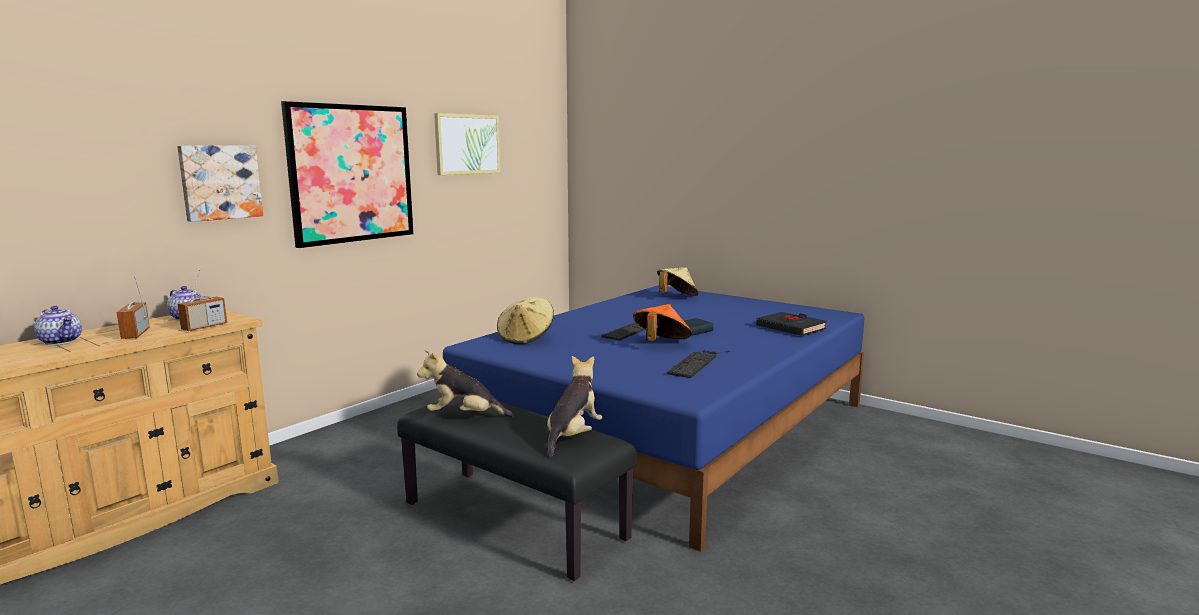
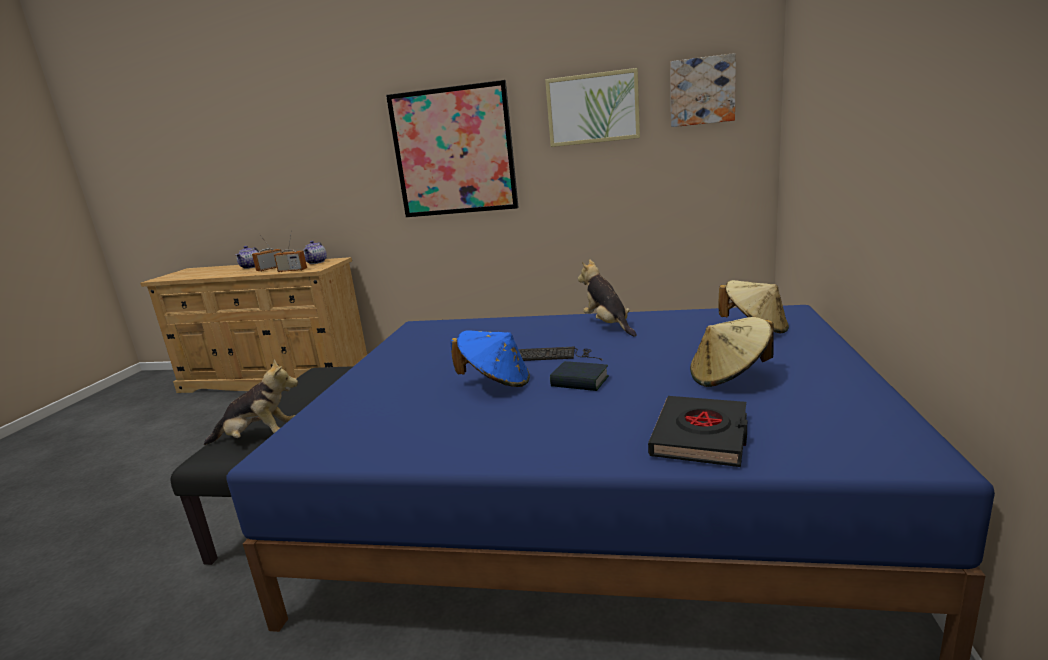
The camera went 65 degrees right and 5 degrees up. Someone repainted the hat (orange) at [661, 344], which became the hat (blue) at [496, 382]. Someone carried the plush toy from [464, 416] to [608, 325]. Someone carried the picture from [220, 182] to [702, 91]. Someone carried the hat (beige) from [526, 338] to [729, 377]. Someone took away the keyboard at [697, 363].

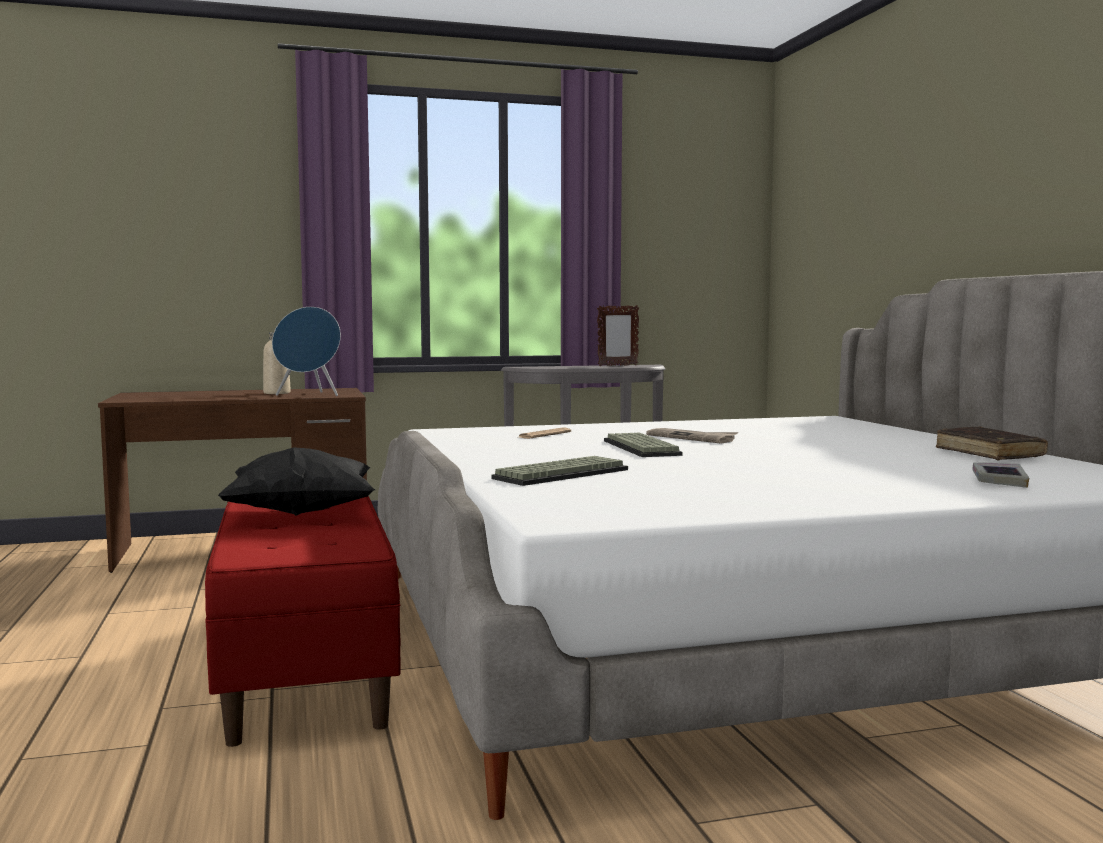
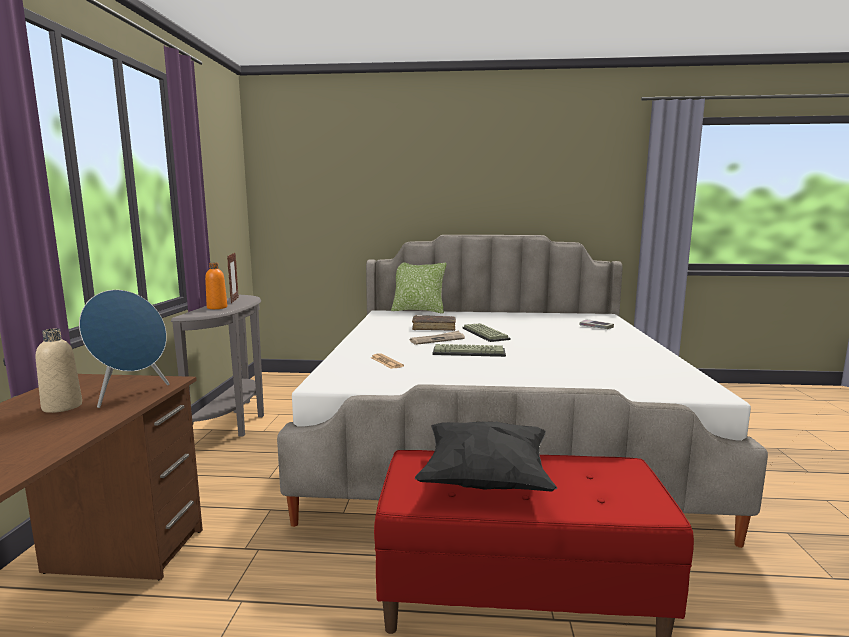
The camera went 70 degrees left and 5 degrees up. Someone put down the bottle (orange) at [217, 307]. Someone put down the pillow at [418, 311]. Someone carried the book (brown) from [989, 454] to [434, 328]. Someone carried the keyboard from [561, 473] to [483, 333].

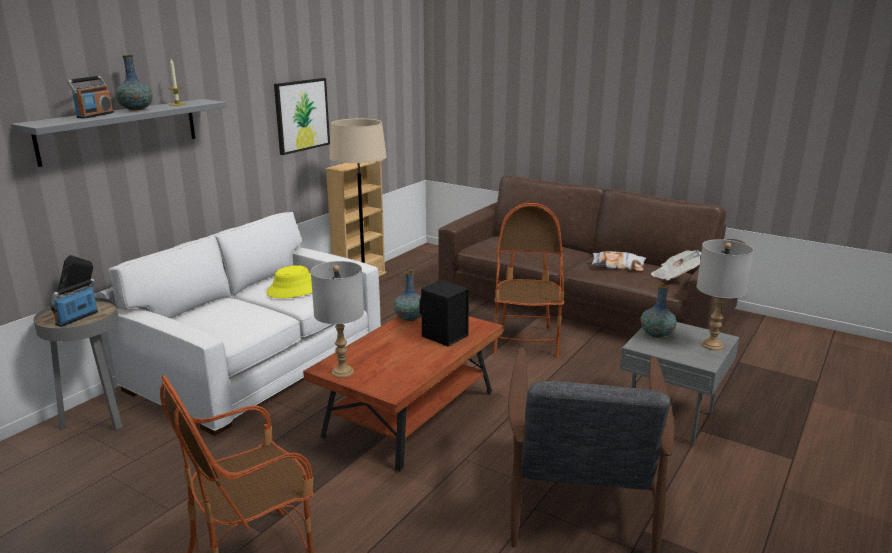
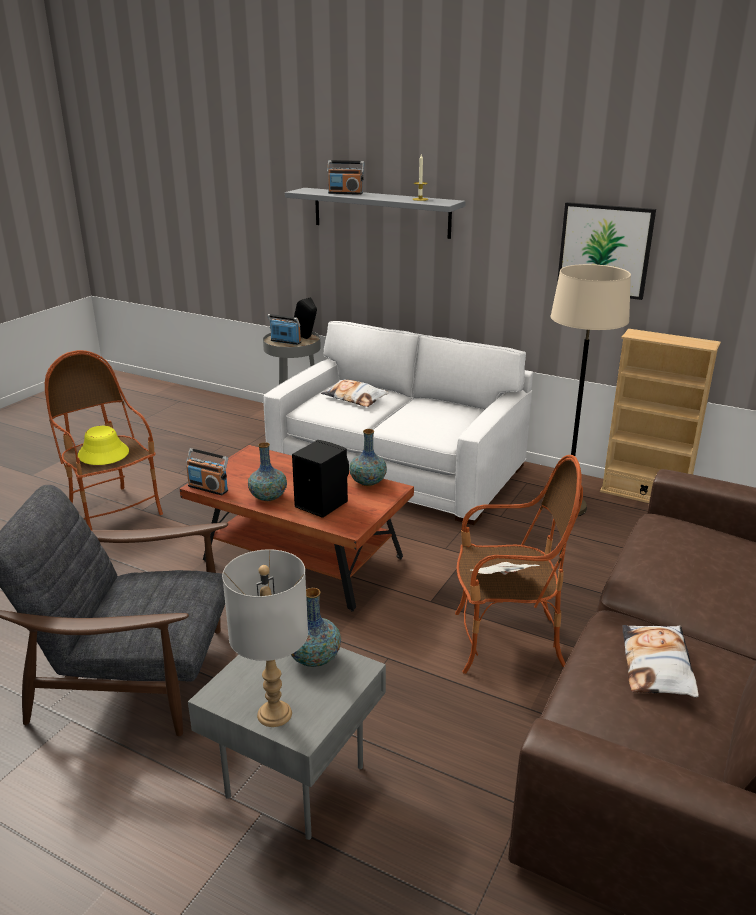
The camera went 85 degrees right and 5 degrees up. Someone carried the hat (yellow) from [293, 290] to [103, 454]. Someone put down the radio at [208, 488]. Someone carried the vase from [136, 109] to [268, 497]. Someone put down the pillow at [355, 398]. Someone carried the newspaper from [674, 276] to [502, 583]. Someone took away the table lamp (grey) at [342, 372].

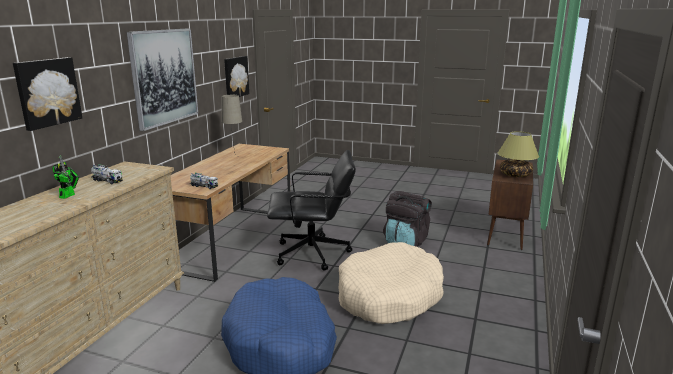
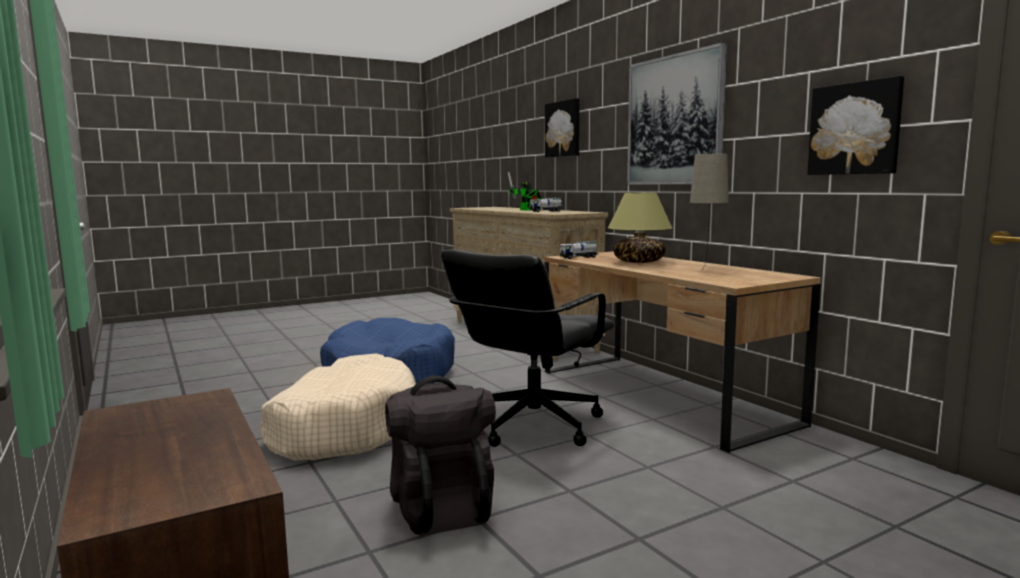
The camera went 130 degrees right and 10 degrees down. Someone carried the table lamp from [515, 175] to [639, 262].

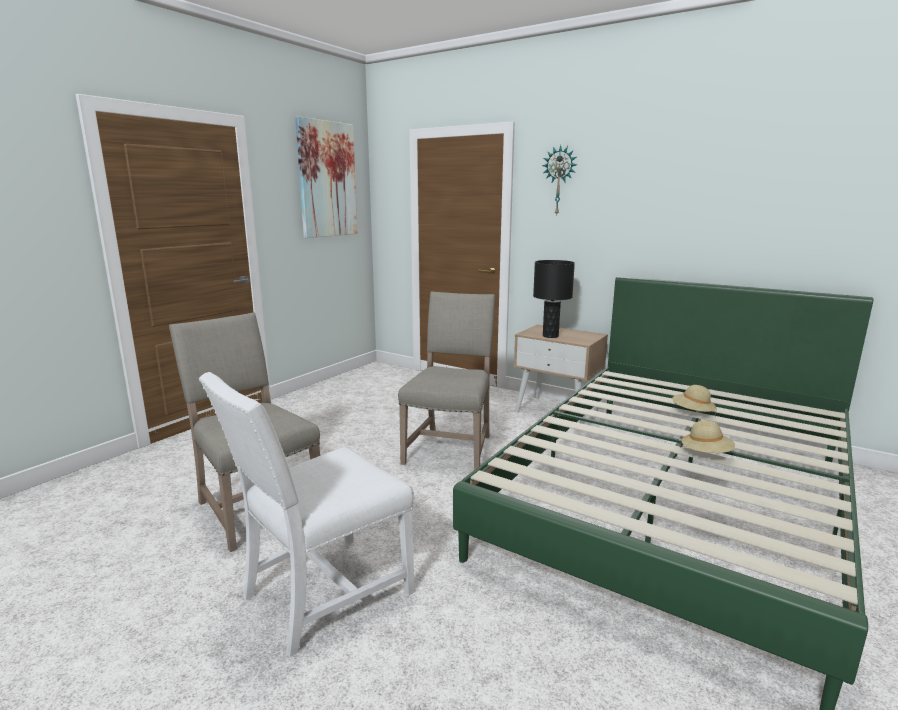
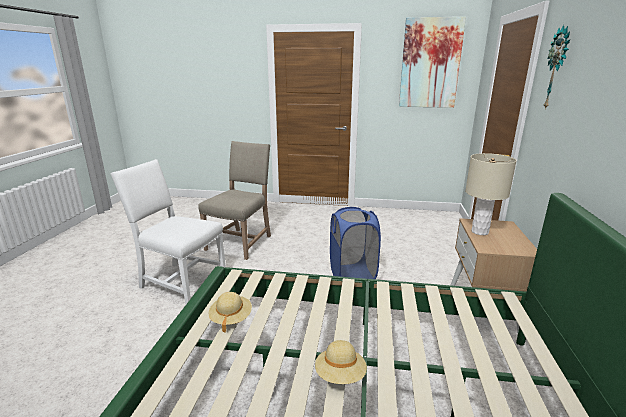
The camera went 65 degrees right and 5 degrees up. Someone carried the hat (beige) from [692, 412] to [231, 318]. Someone swapped the chair (beige) at [451, 448] for the laundry basket (blue) at [352, 276]. Someone repainted the table lamp (black) at [550, 336], which became the table lamp (beige) at [480, 232].

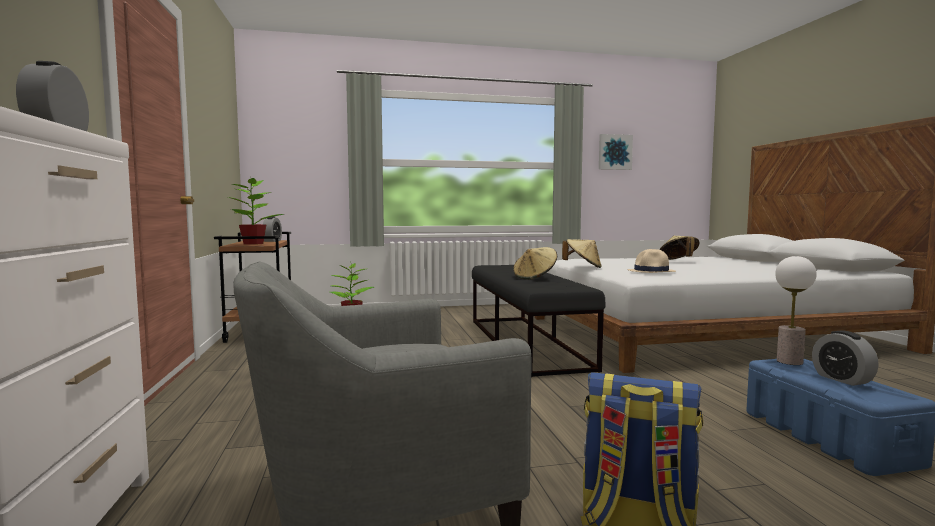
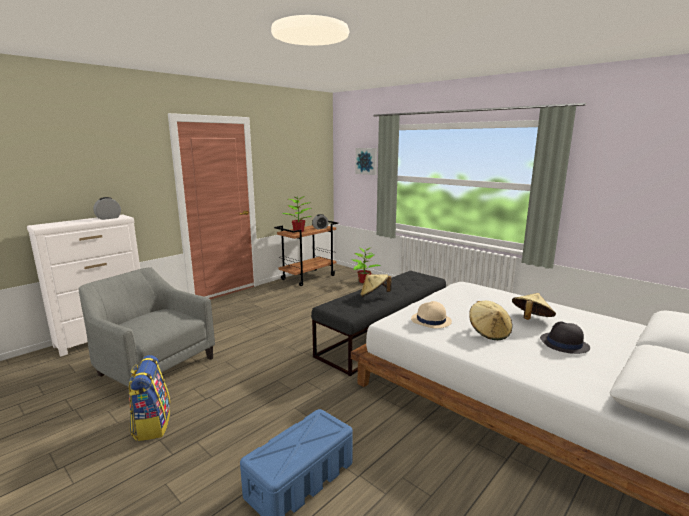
The camera went 55 degrees right and 10 degrees up. Someone carried the picture from [614, 152] to [367, 161]. Someone carried the hat (beige) from [583, 267] to [489, 332]. Someone put down the hat (black) at [563, 344]. Someone took away the table lamp at [789, 361]. Someone took away the alarm clock at [842, 379].

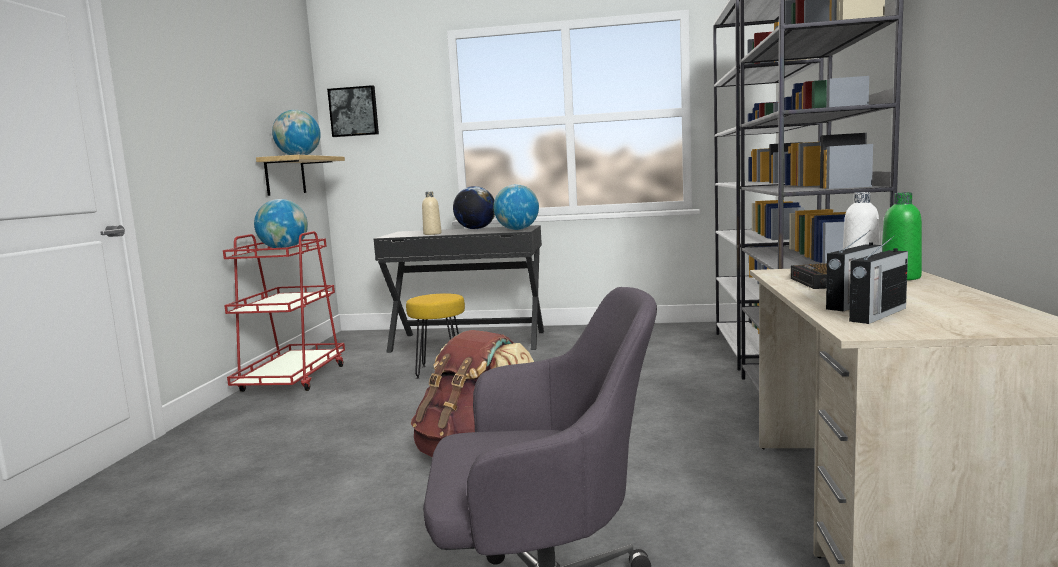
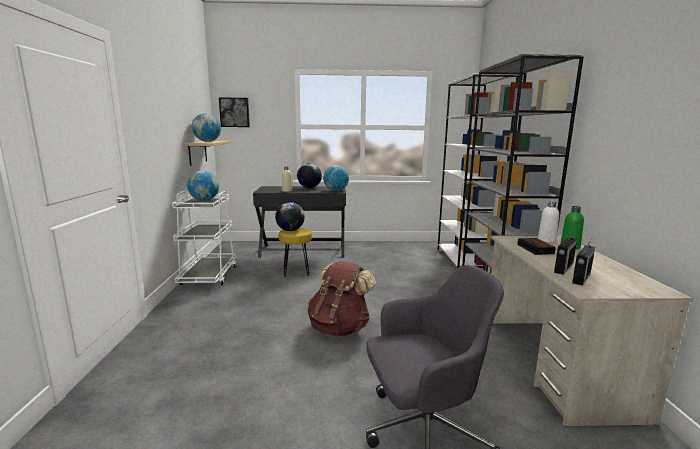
The camera went 10 degrees left and 5 degrees up. Someone repainted the cart (red) at [293, 379], which became the cart (white) at [209, 276]. Someone put down the globe at [290, 230].

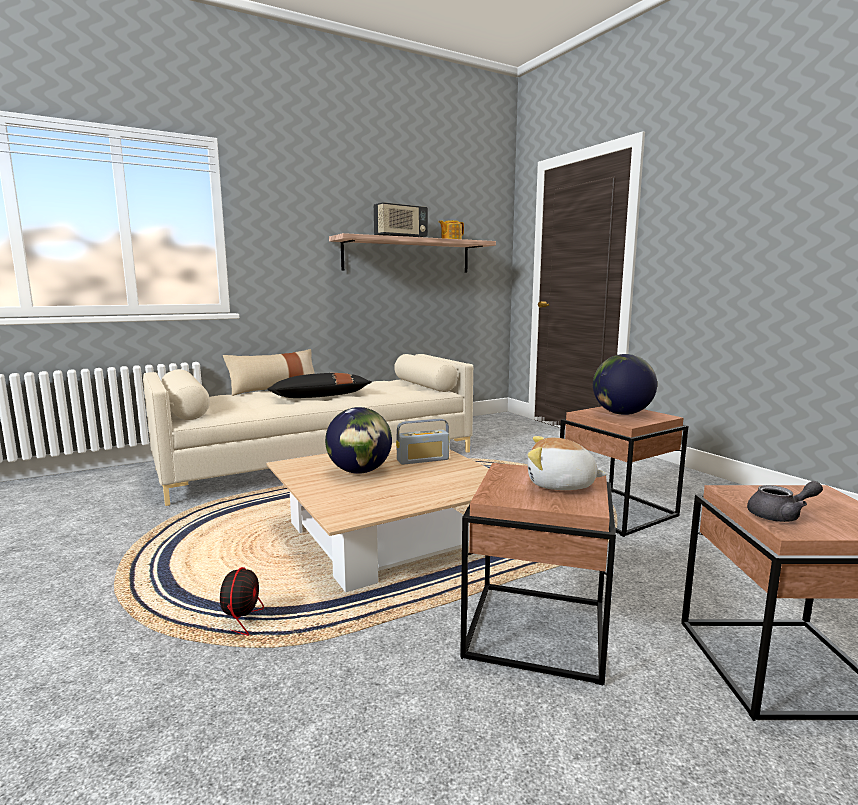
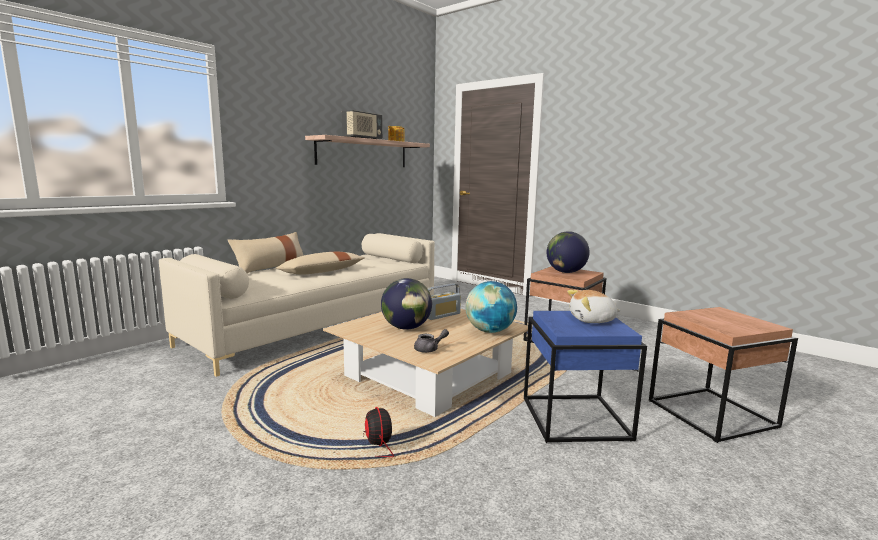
The camera went 20 degrees left and 0 degrees up. Someone repainted the pillow (black) at [320, 397], which became the pillow (beige) at [322, 272]. Someone carried the teapot (grey) from [781, 516] to [430, 349]. Someone put down the globe at [490, 331]. Someone repainted the side table (brown) at [537, 631], which became the side table (blue) at [576, 419].

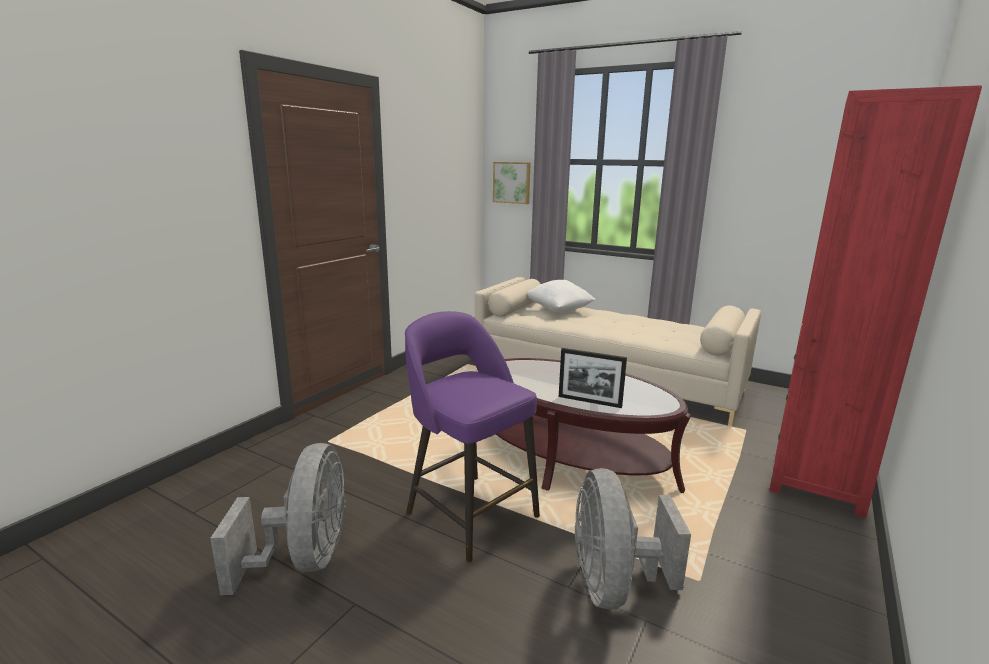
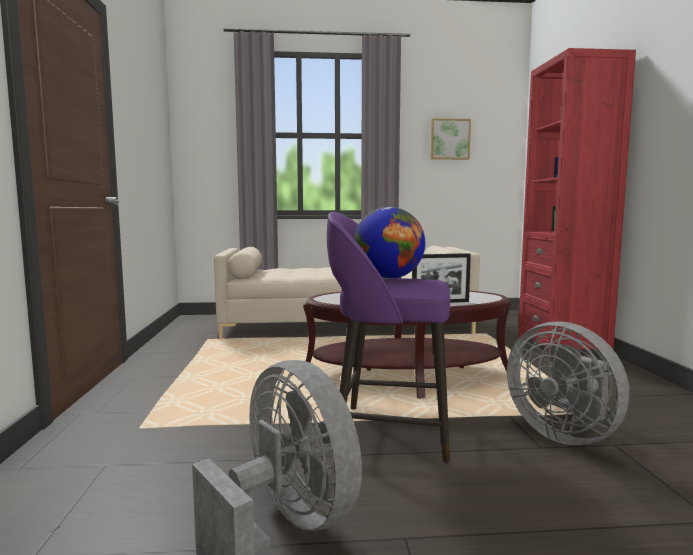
The camera went 35 degrees left and 10 degrees down. Someone put down the globe at [388, 278]. Someone carried the picture from [512, 182] to [449, 139]. Someone took away the pillow (white) at [558, 310].

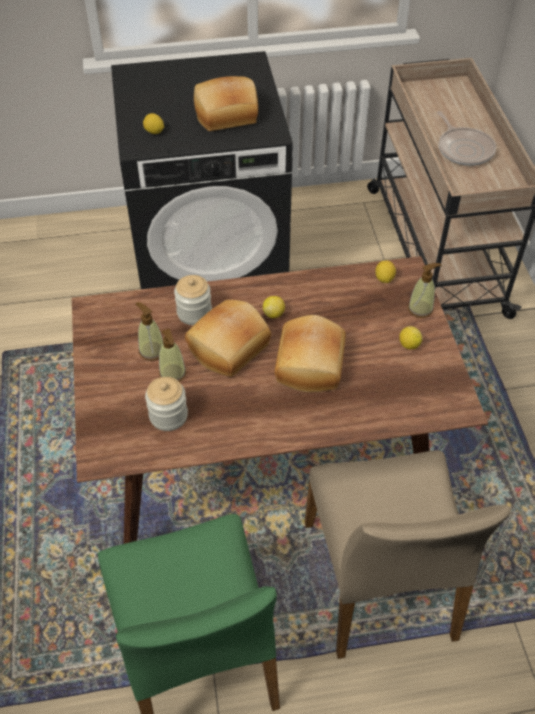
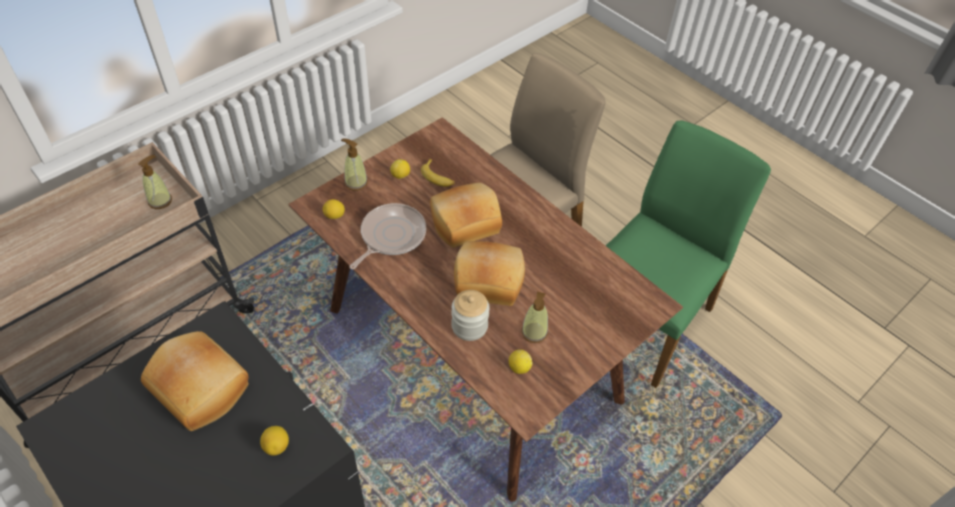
The camera went 125 degrees left and 0 degrees up. Someone carried the soap dispenser from [173, 373] to [160, 201]. Someone carried the frying pan from [464, 149] to [390, 236]. Someone put down the banana at [438, 177]. Someone carried the lemon from [273, 314] to [519, 367]. Someone took away the jar at [168, 416].

